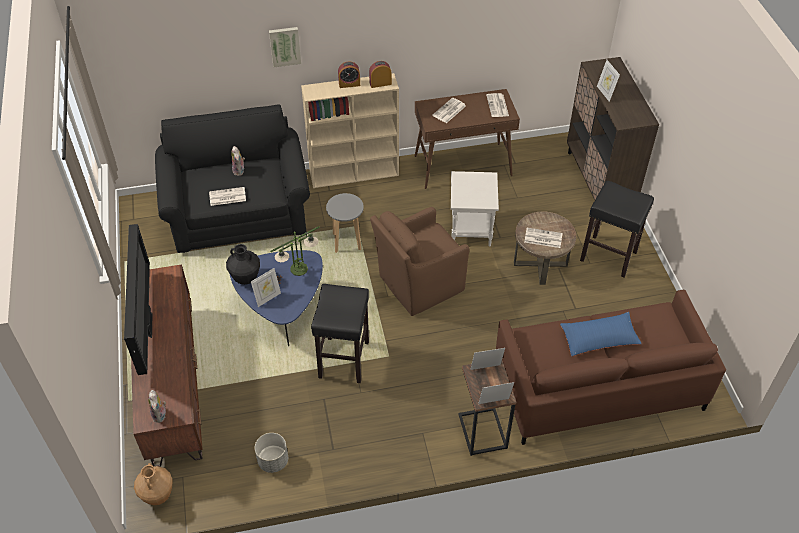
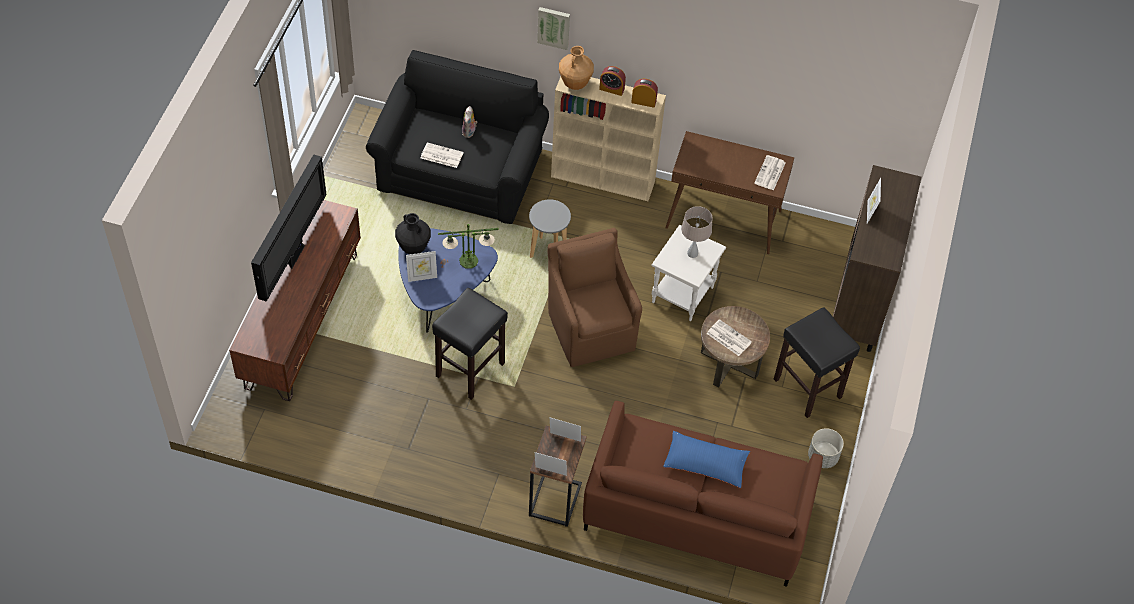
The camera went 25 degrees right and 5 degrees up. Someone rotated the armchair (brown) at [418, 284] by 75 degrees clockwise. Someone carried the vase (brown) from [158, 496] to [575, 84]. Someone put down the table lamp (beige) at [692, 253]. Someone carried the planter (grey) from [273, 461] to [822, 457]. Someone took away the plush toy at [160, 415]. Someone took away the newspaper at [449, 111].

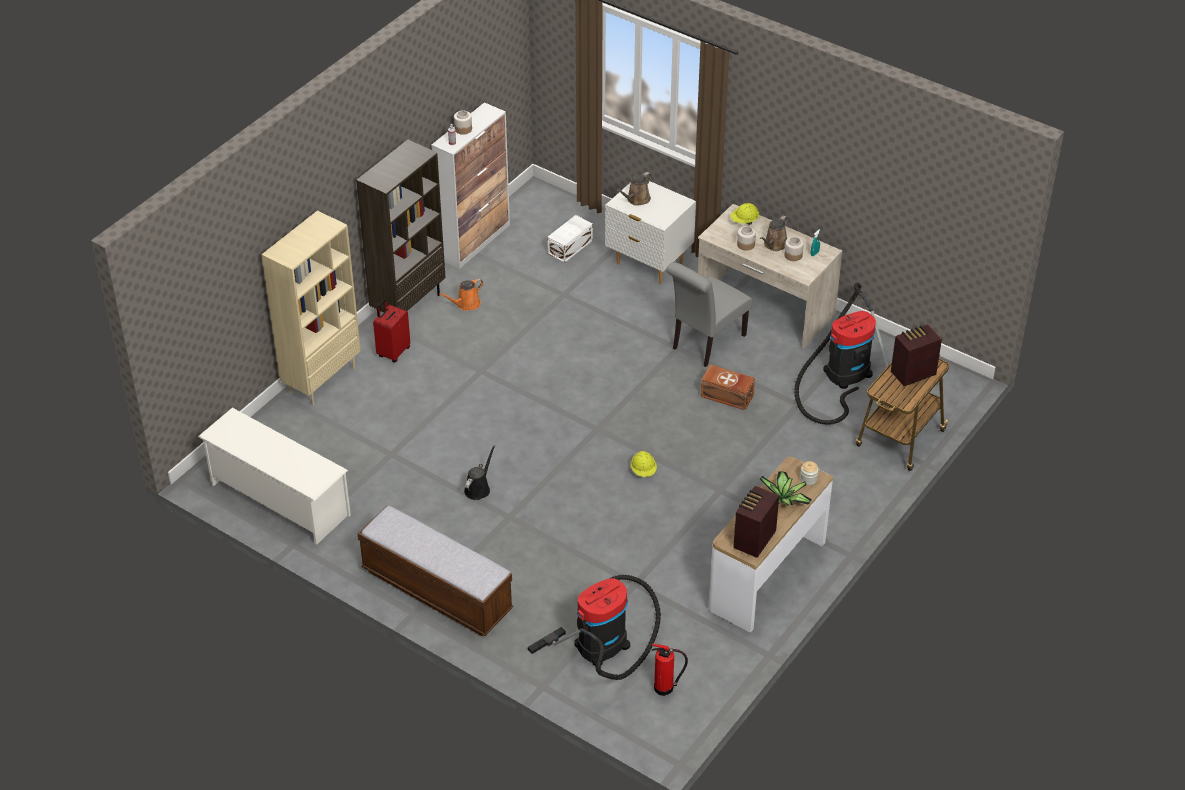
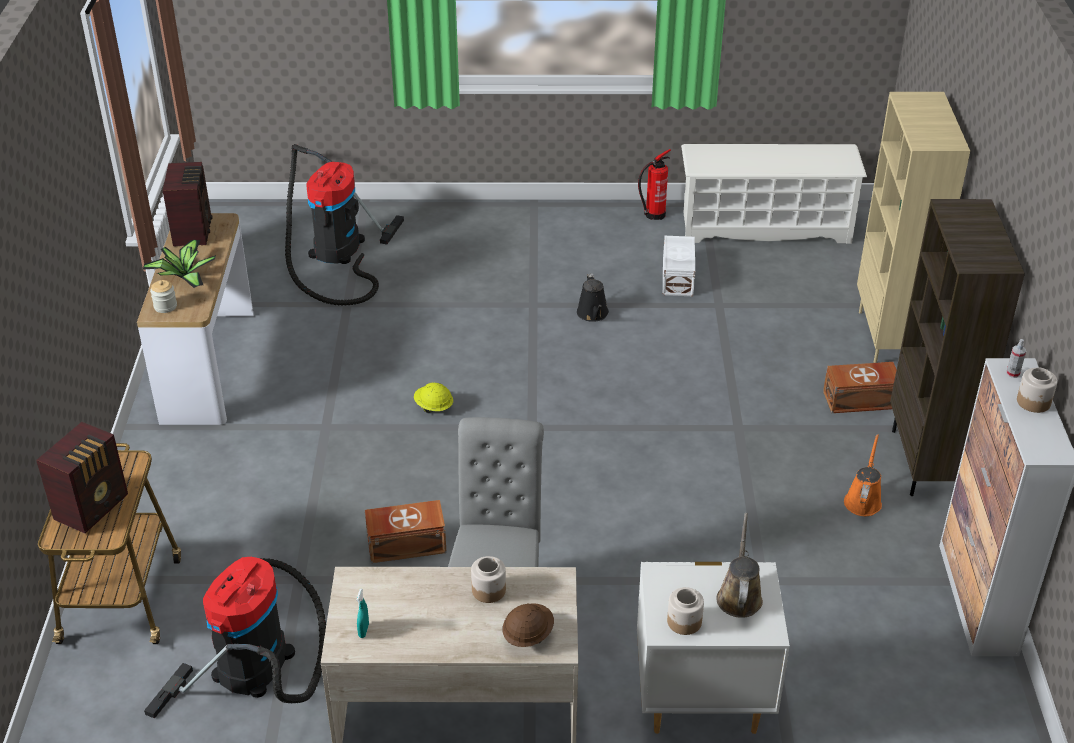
The camera went 145 degrees right and 5 degrees down. Someone repainted the hard hat (yellow) at [744, 221], which became the hard hat (brown) at [528, 635]. Someone carried the fire extinguisher from [665, 688] to [653, 215]. Someone carried the storage box (white) from [571, 247] to [676, 278]. Someone carried the jar from [793, 255] to [684, 622]. Someone swapped the suitcase (red) at [393, 352] for the storage box (brown) at [861, 400]. Someone took away the bench at [436, 590]. Someone took away the watering can (brown) at [774, 245].

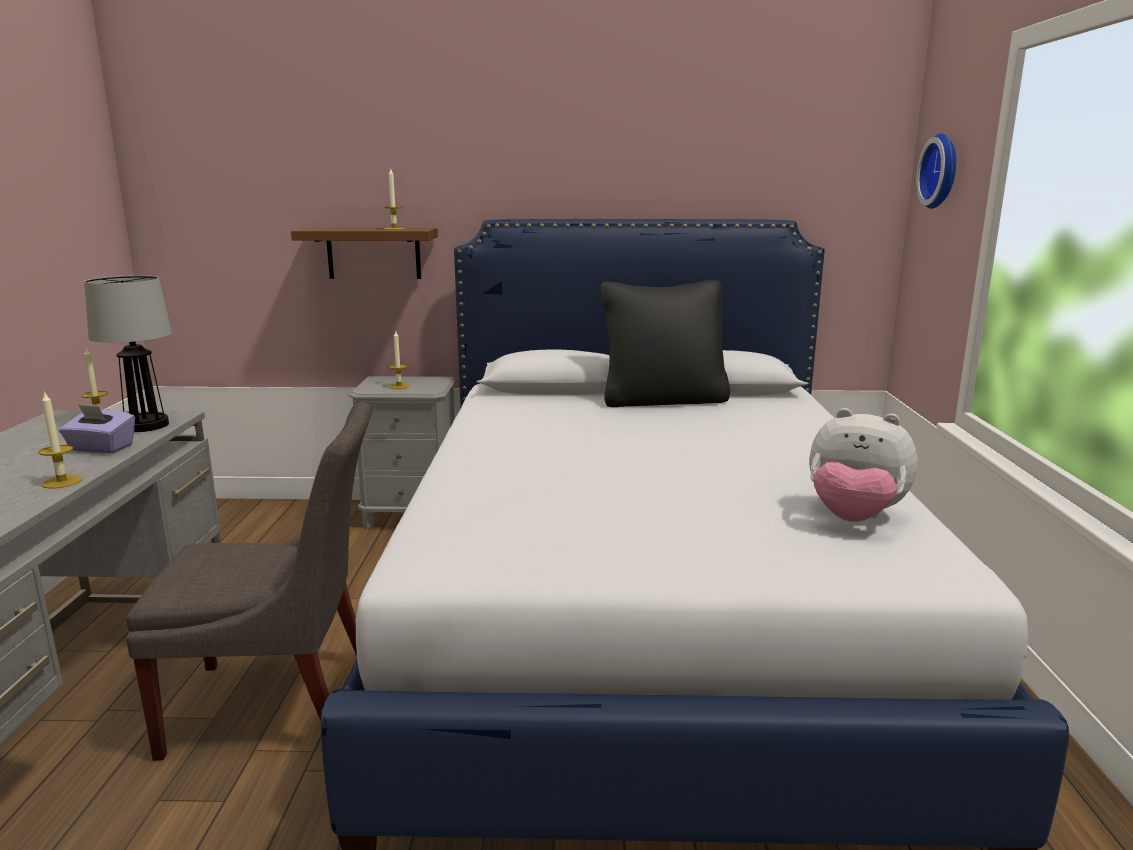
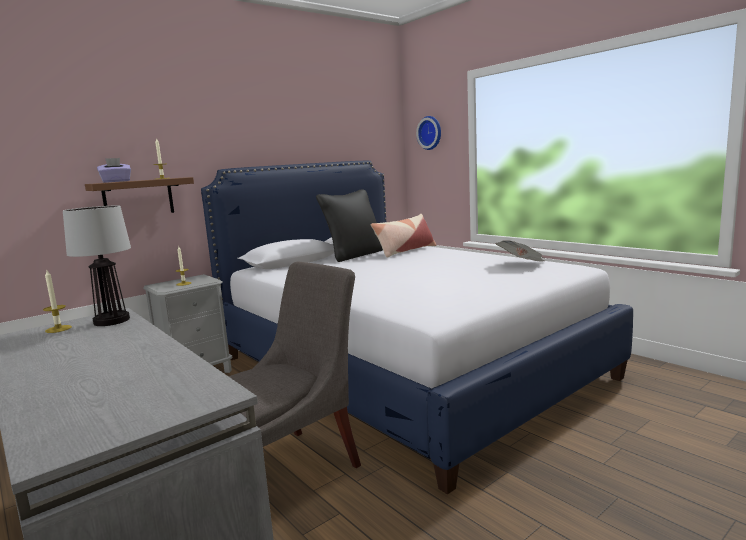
The camera went 40 degrees left and 5 degrees down. Someone carried the tissue box (purple) from [101, 448] to [116, 181]. Someone put down the pillow at [405, 251]. Someone swapped the plush toy at [854, 518] for the newspaper at [522, 264]. Someone took away the candle at [62, 482].

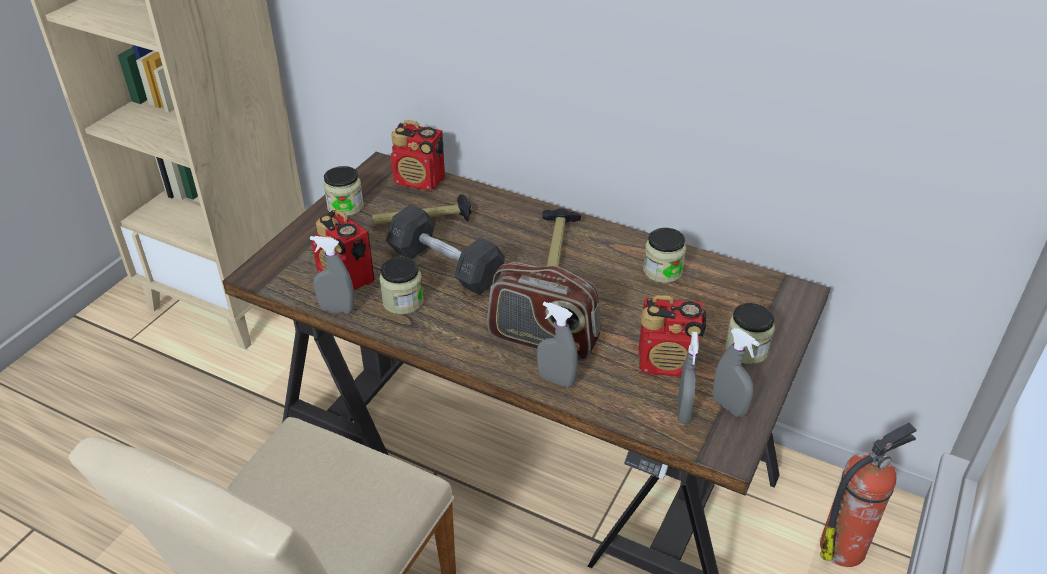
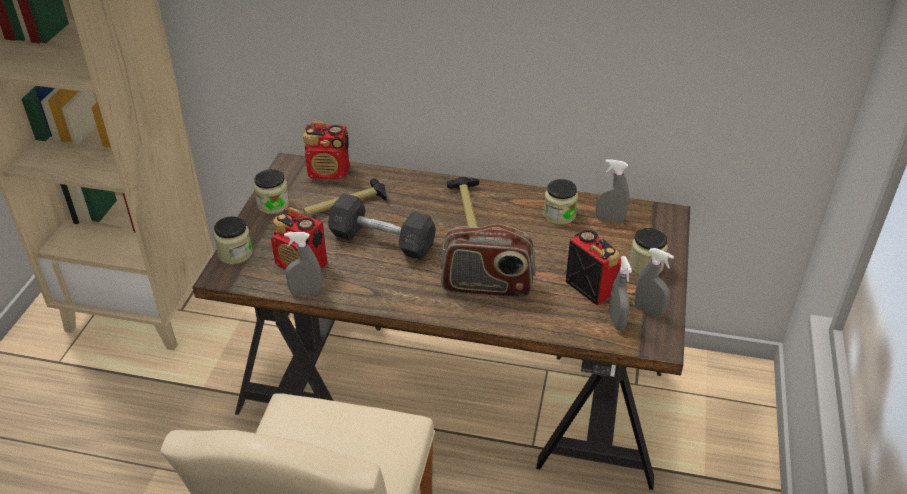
The camera went 15 degrees left and 0 degrees up. Someone carried the jar from [403, 301] to [235, 253]. Someone rotated the radio at [667, 363] by 120 degrees counterclockwise. Someone carried the spray bottle (grey) from [556, 380] to [609, 219]. Someone took away the fire extinguisher at [845, 546].

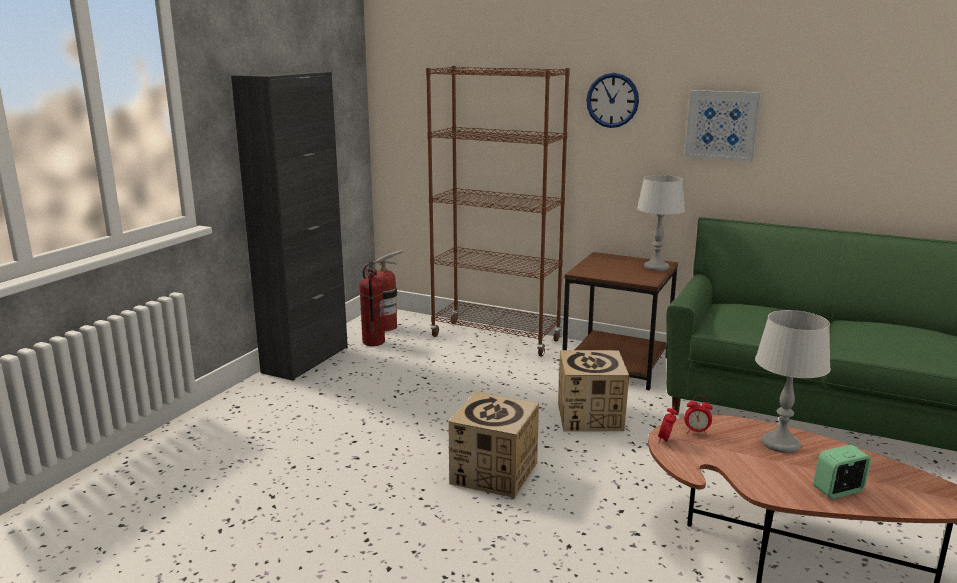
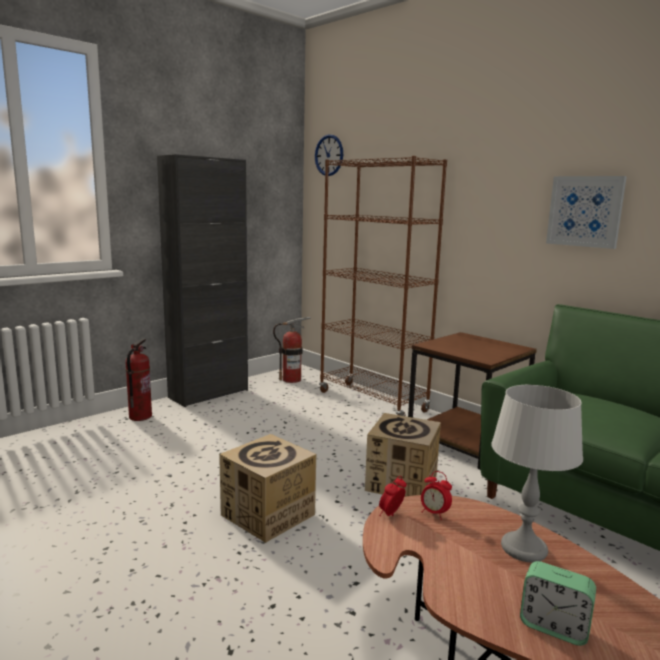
The camera went 20 degrees right and 5 degrees down. Someone carried the fire extinguisher from [373, 342] to [140, 416]. Someone carried the wall clock from [612, 100] to [329, 155]. Someone rotated the alarm clock at [838, 490] by 150 degrees counterclockwise. Someone took away the table lamp (grey) at [656, 267].

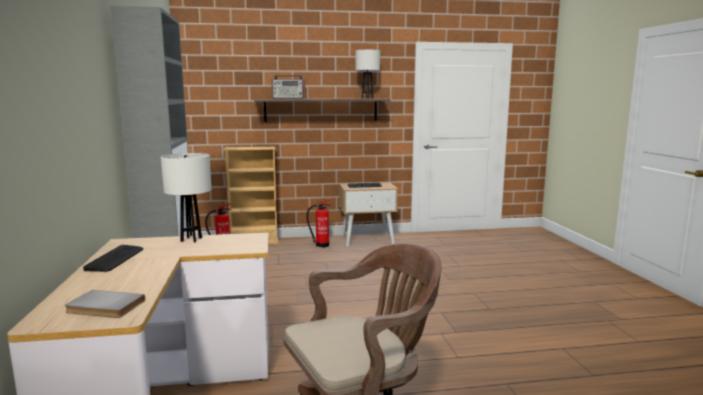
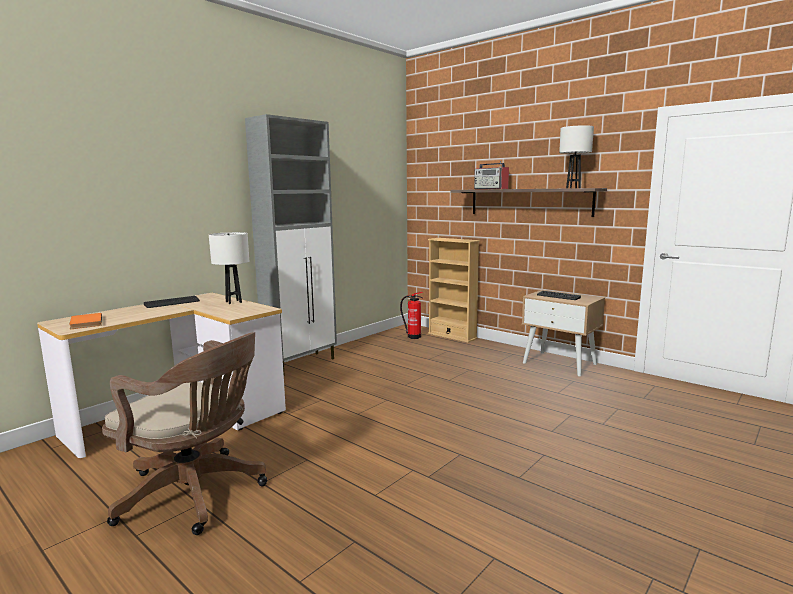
The camera went 50 degrees right and 0 degrees up. Someone repainted the book (grey) at [104, 307], which became the book (orange) at [84, 323]. Someone took away the fire extinguisher at [321, 245].

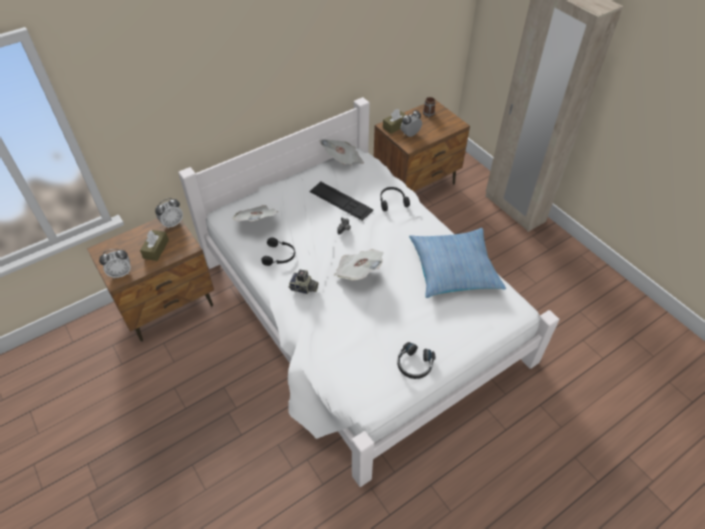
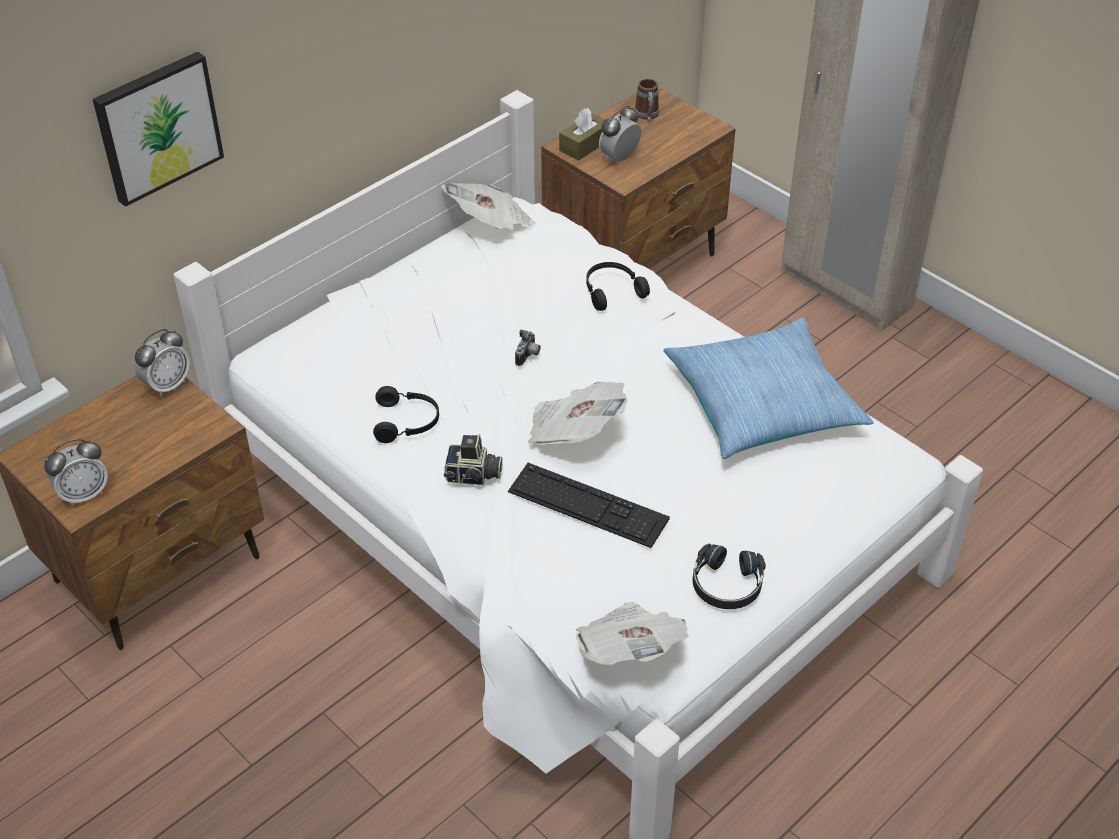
The camera went 10 degrees left and 5 degrees down. Someone put up the picture at [157, 126]. Someone carried the keyboard from [341, 201] to [587, 505]. Someone carried the newspaper from [257, 222] to [630, 651]. Someone took away the tissue box (brown) at [156, 249].

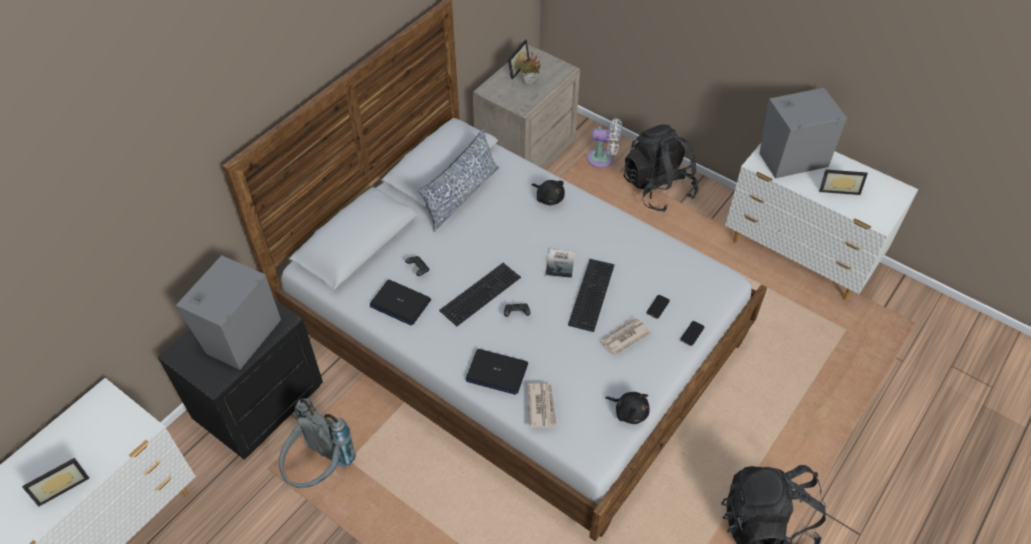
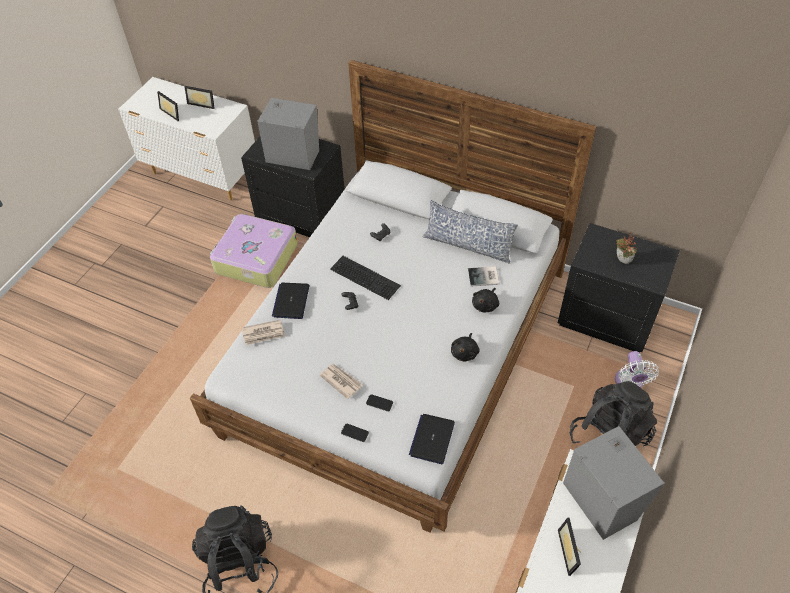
The camera went 80 degrees right and 0 degrees up. Someone carried the picture frame from [515, 67] to [202, 103]. Someone swapped the backpack (grey) at [319, 469] for the suitcase at [255, 258]. Someone carried the laptop from [400, 303] to [432, 439]. Someone carried the plush toy (black) from [629, 412] to [465, 352]. Someone carried the book from [561, 263] to [484, 277]. Someone repainted the nightstand (beige) at [524, 154], which became the nightstand (black) at [606, 318]. Someone took away the keyboard at [590, 293].

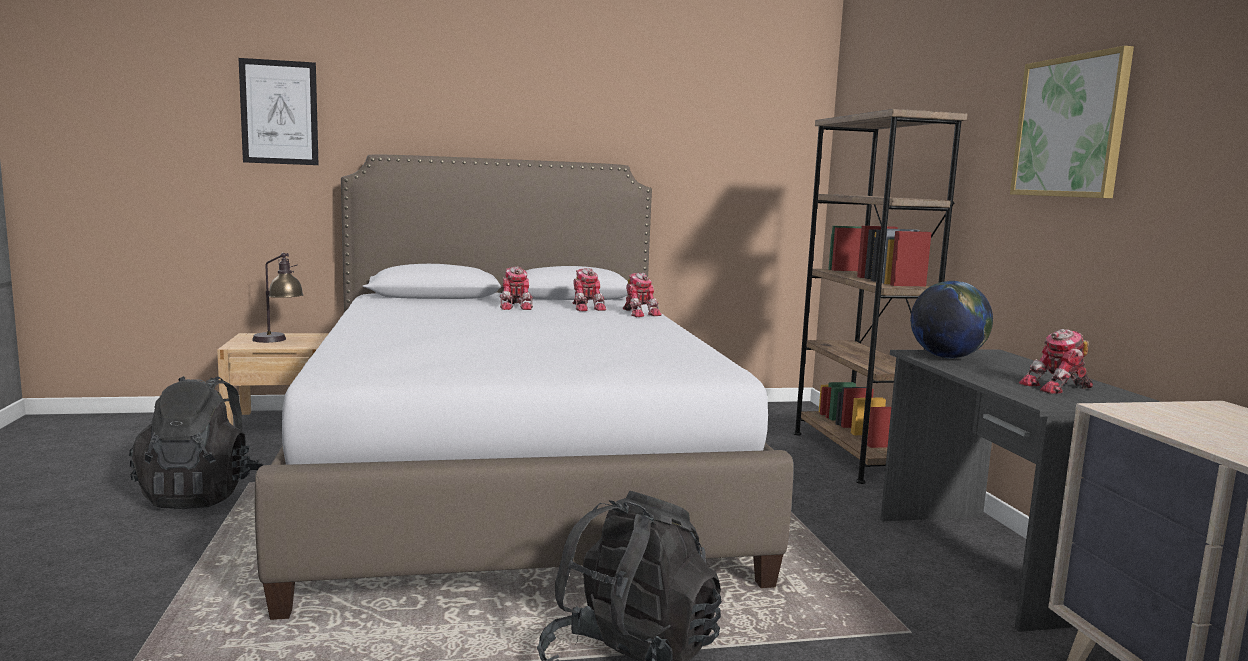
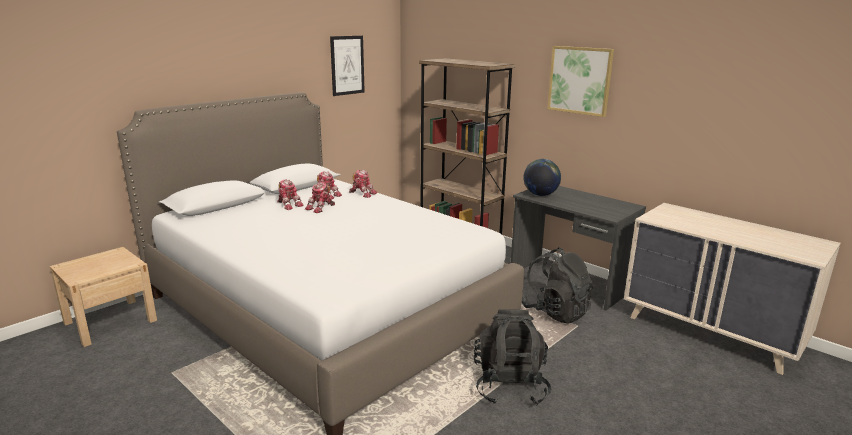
The camera went 35 degrees left and 10 degrees up. Someone carried the toy robot from [1058, 388] to [321, 208]. Someone carried the picture from [279, 112] to [347, 65]. Someone carried the backpack (black) from [200, 495] to [555, 312]. Someone took away the table lamp at [278, 341].

